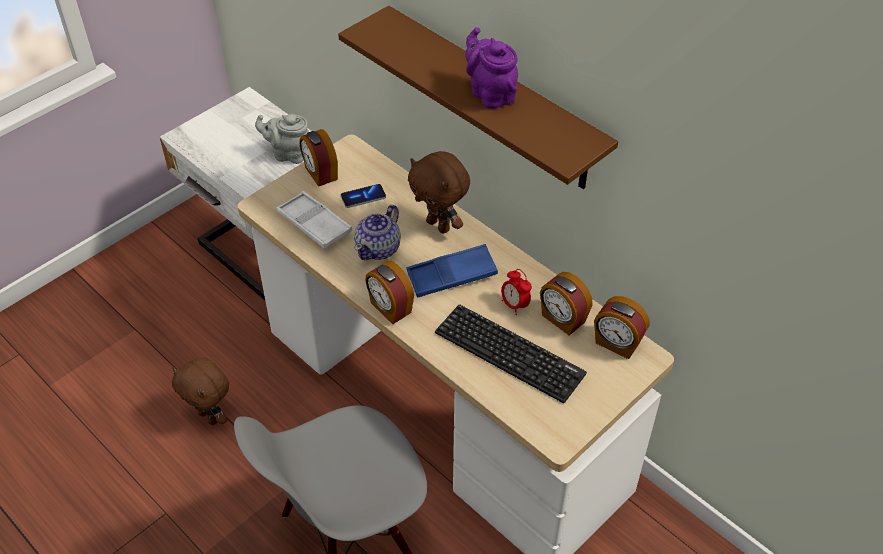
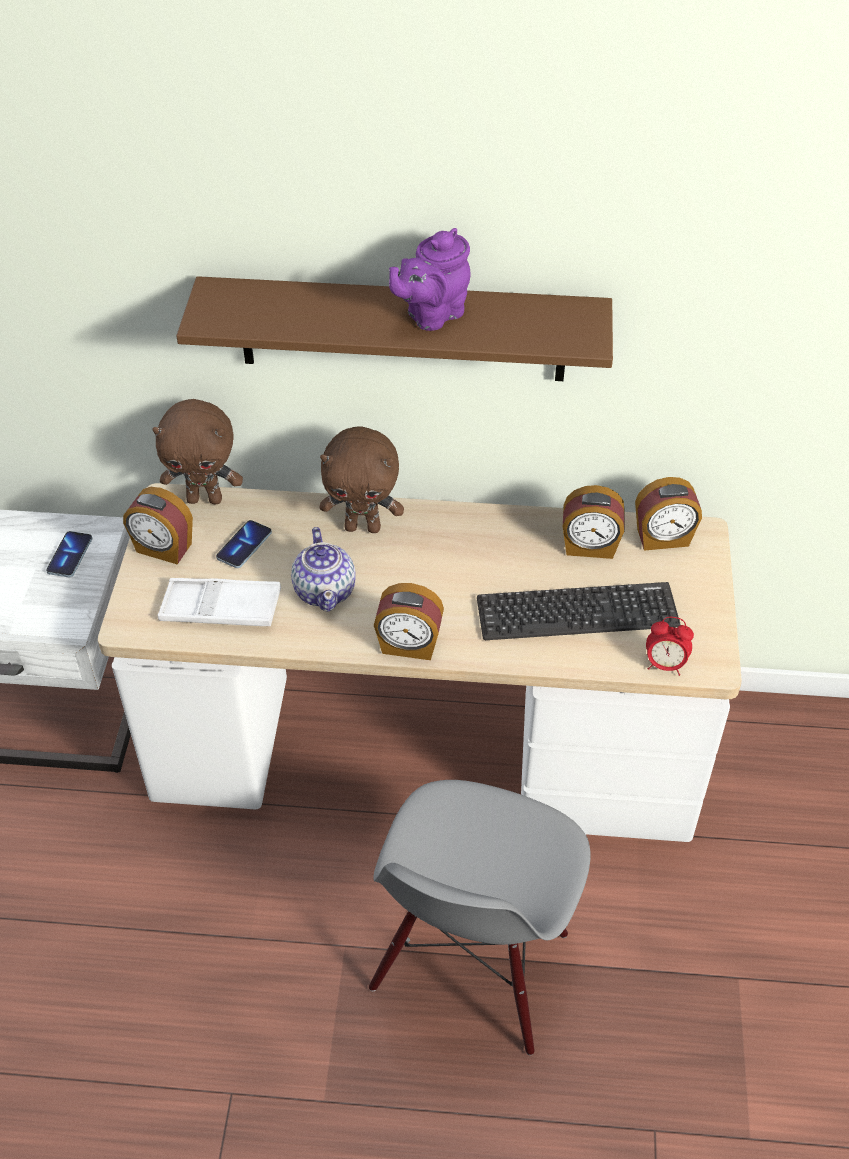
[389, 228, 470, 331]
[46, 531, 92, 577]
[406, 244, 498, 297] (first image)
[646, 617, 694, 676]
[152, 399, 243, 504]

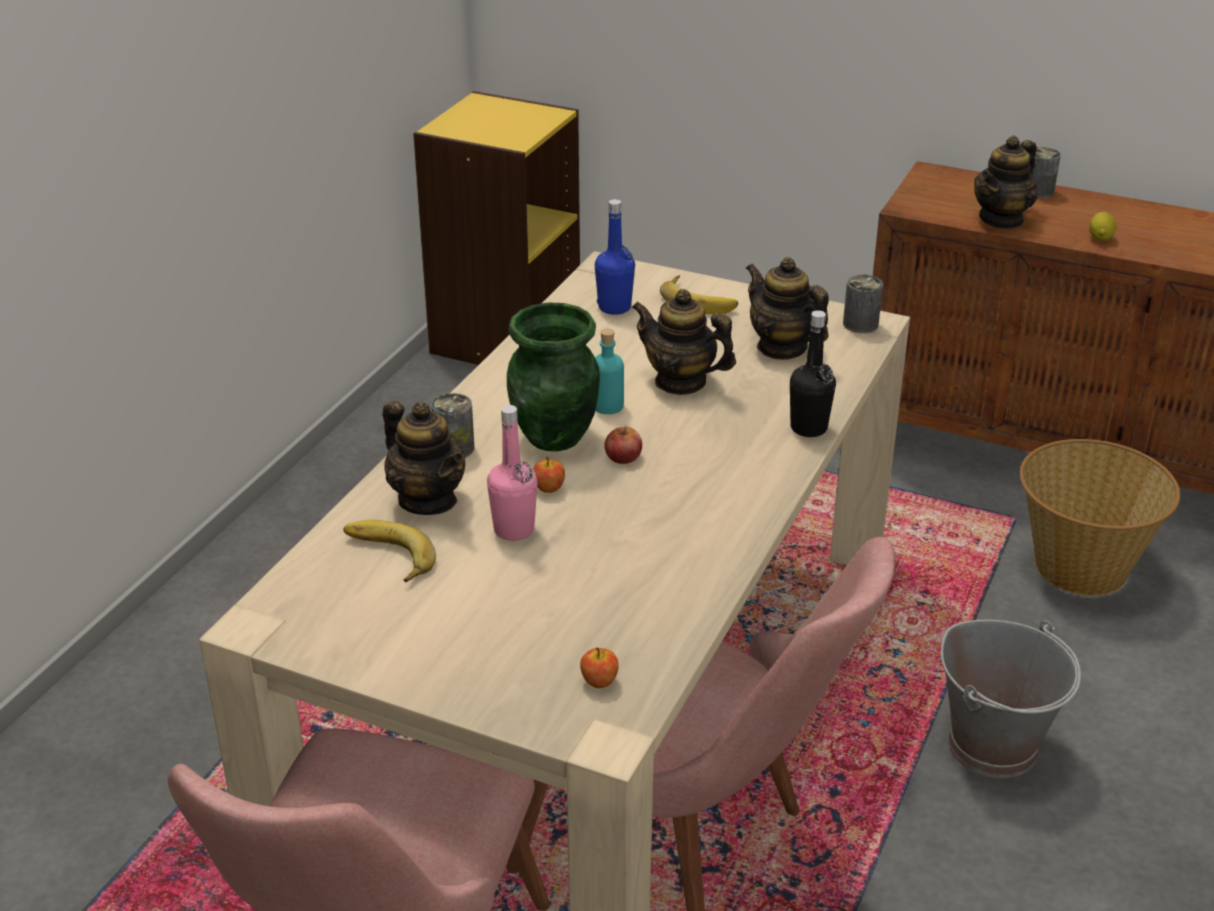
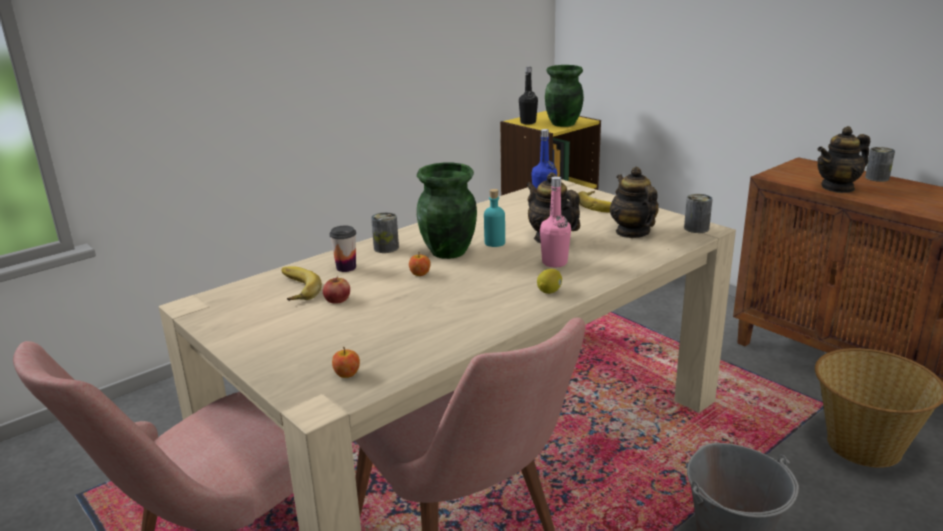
[537, 269, 562, 294]
[519, 67, 538, 124]
[329, 225, 356, 272]
[540, 176, 571, 267]
[323, 276, 350, 304]
[545, 65, 584, 127]

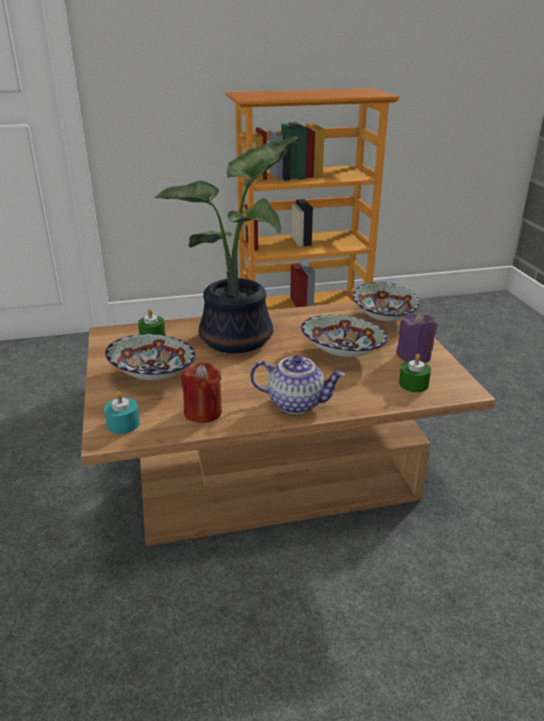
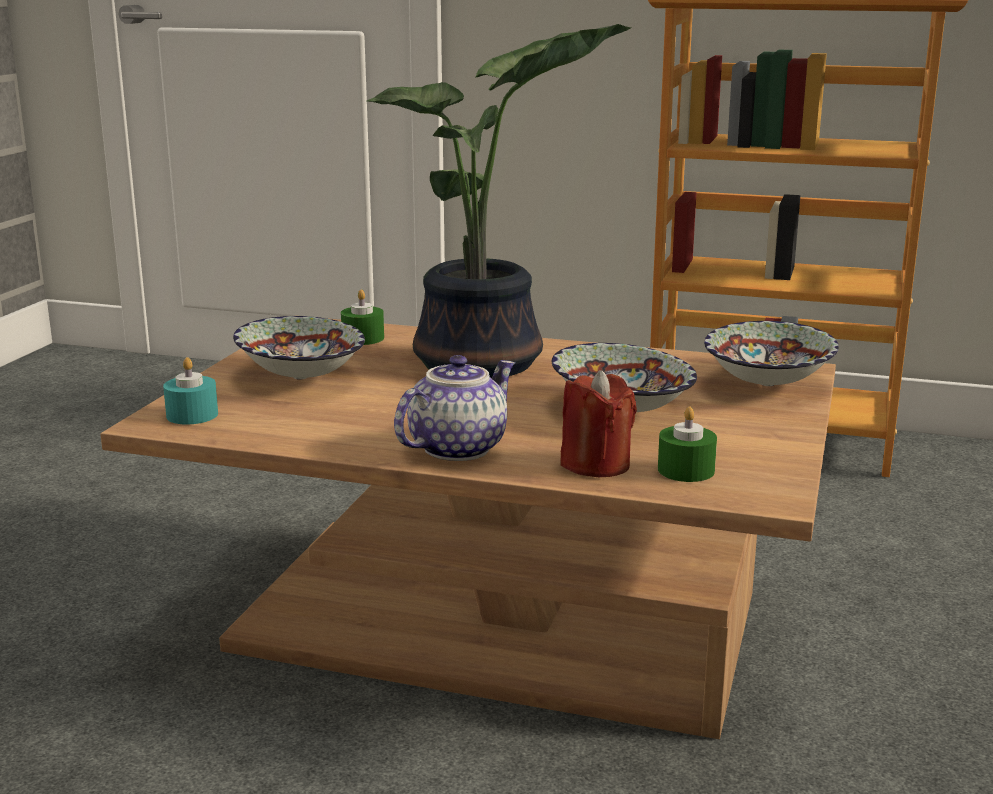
[396, 312, 437, 363] (first image)
[394, 355, 515, 461]
[560, 370, 637, 477]

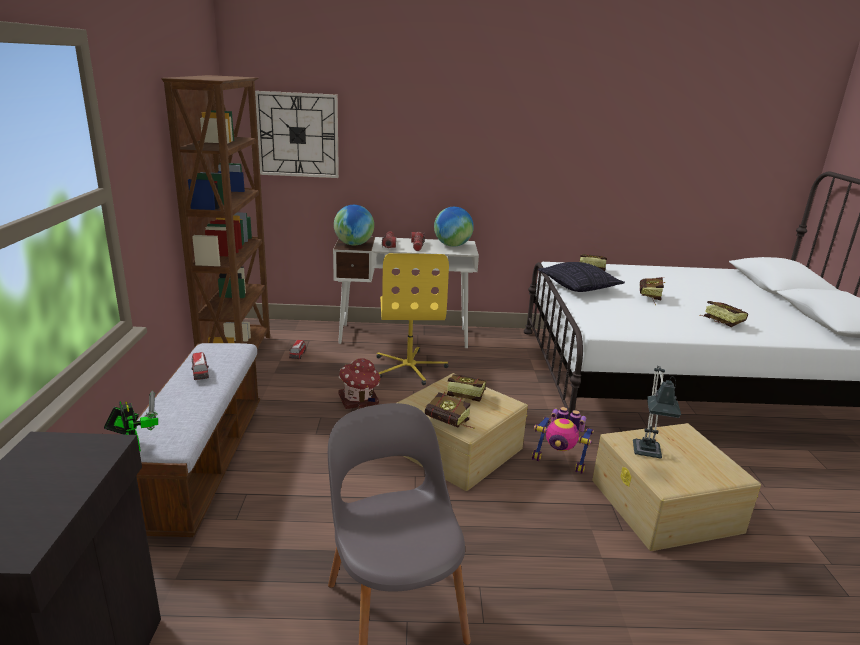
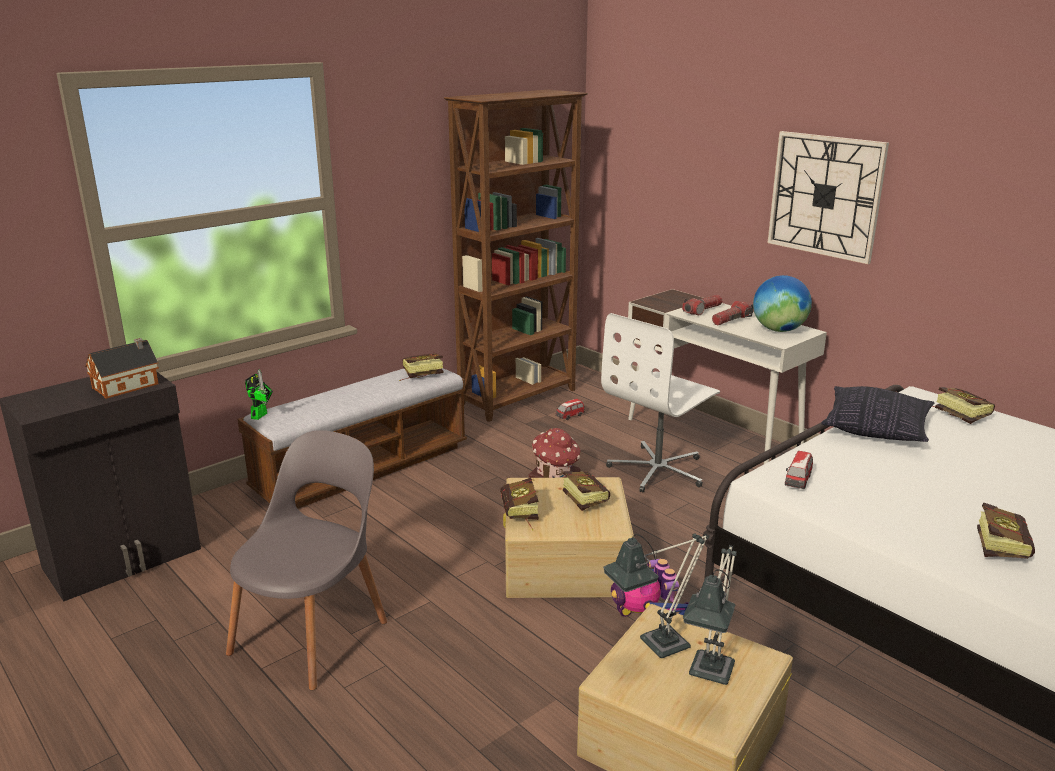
[768, 131, 889, 264]
[334, 205, 374, 245] (first image)
[601, 313, 720, 493]
[399, 354, 443, 381]
[785, 451, 813, 489]
[85, 338, 159, 399]
[683, 545, 737, 685]

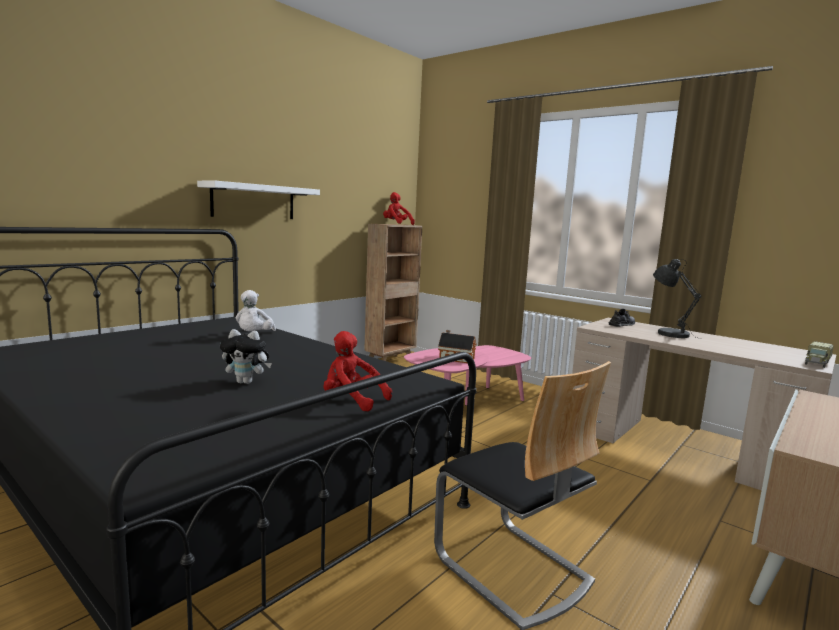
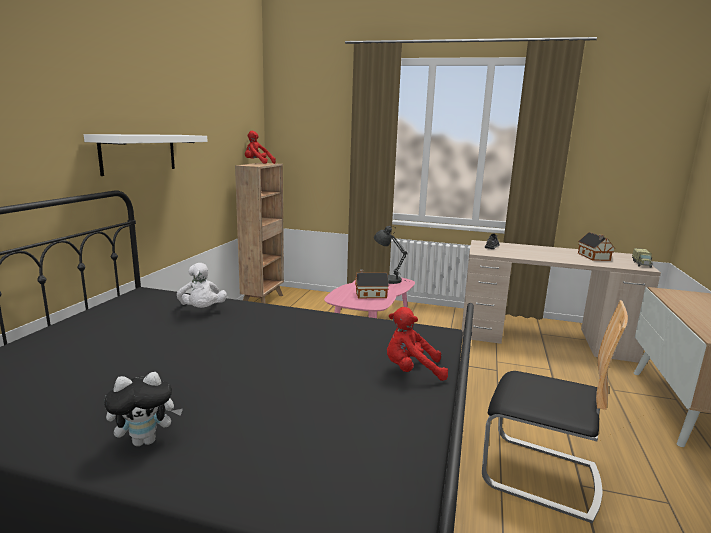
[374, 226, 409, 284]
[104, 372, 183, 446]
[578, 232, 615, 261]

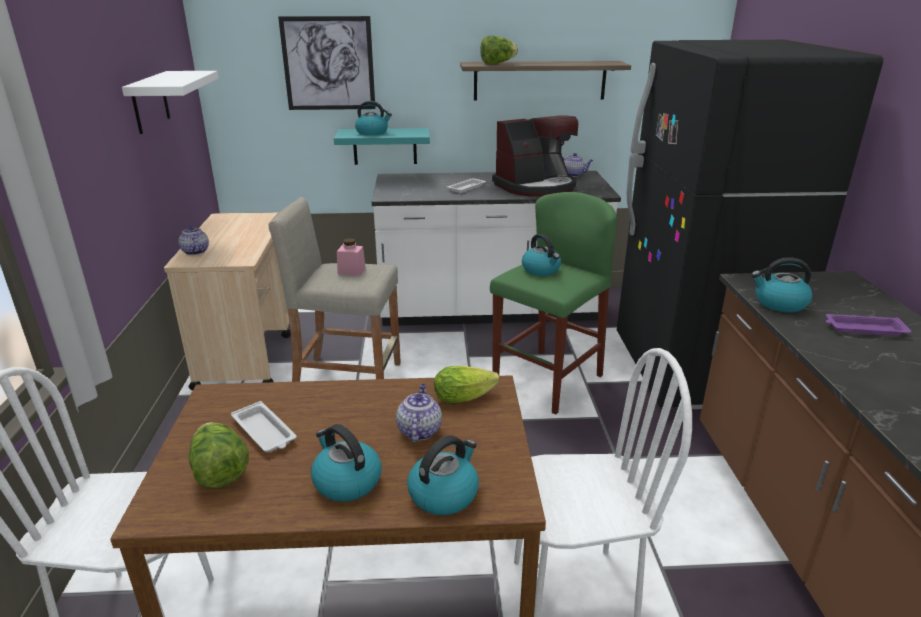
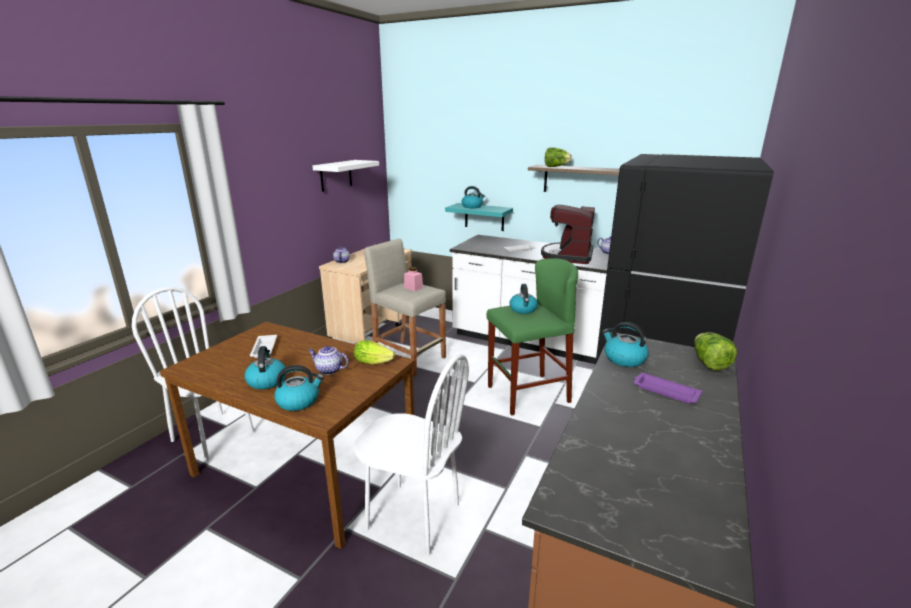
[278, 16, 376, 110] (first image)
[541, 205, 595, 264]
[308, 346, 349, 375]
[694, 332, 737, 371]

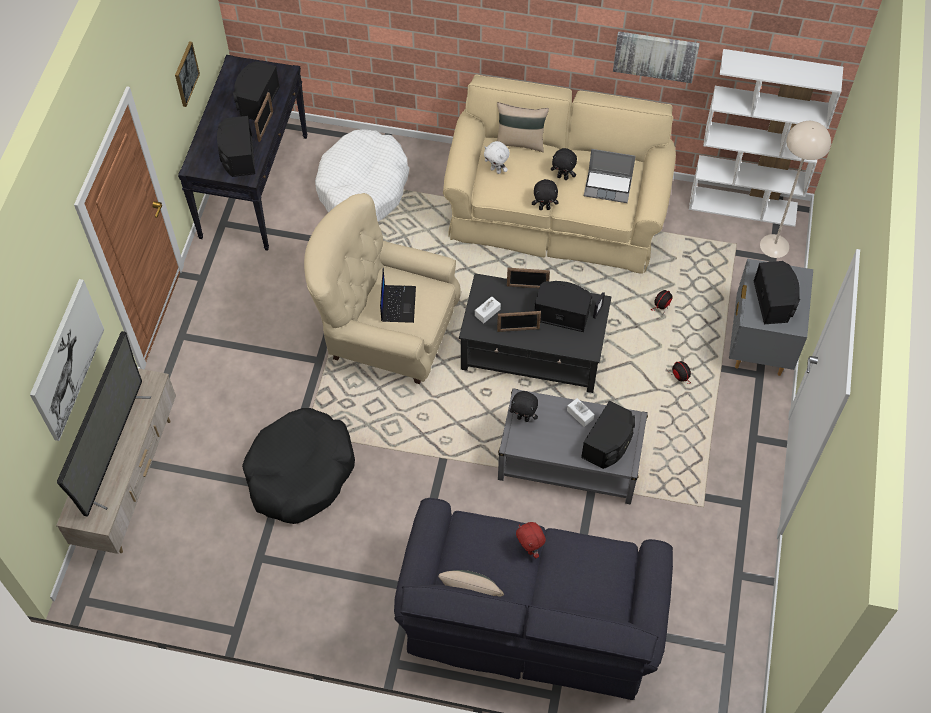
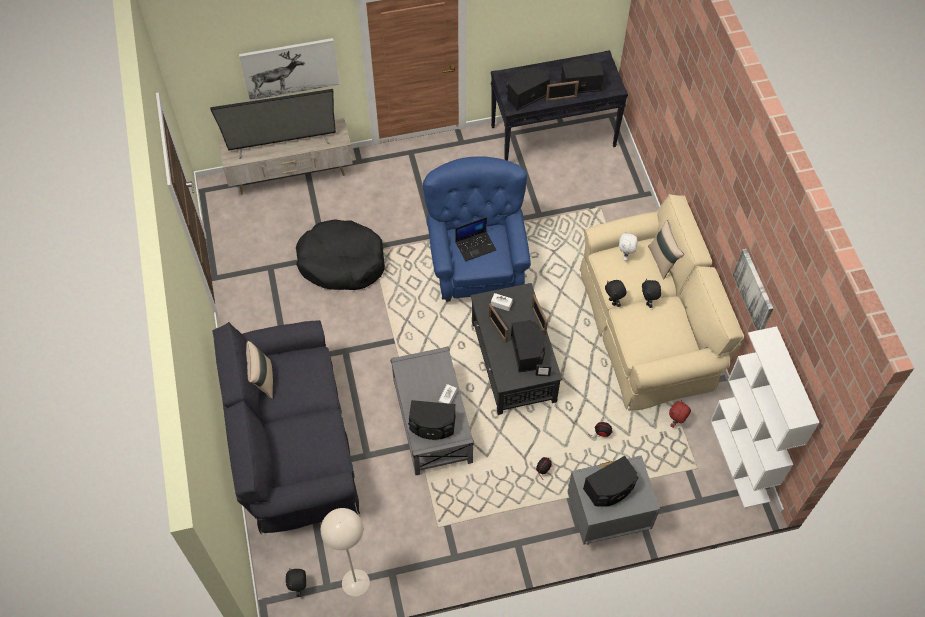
[175, 41, 200, 107] (first image)
[321, 508, 370, 597]
[315, 129, 409, 222] (first image)
[584, 149, 636, 203] (first image)
[423, 156, 531, 302]
[286, 568, 306, 597]
[669, 400, 691, 428]

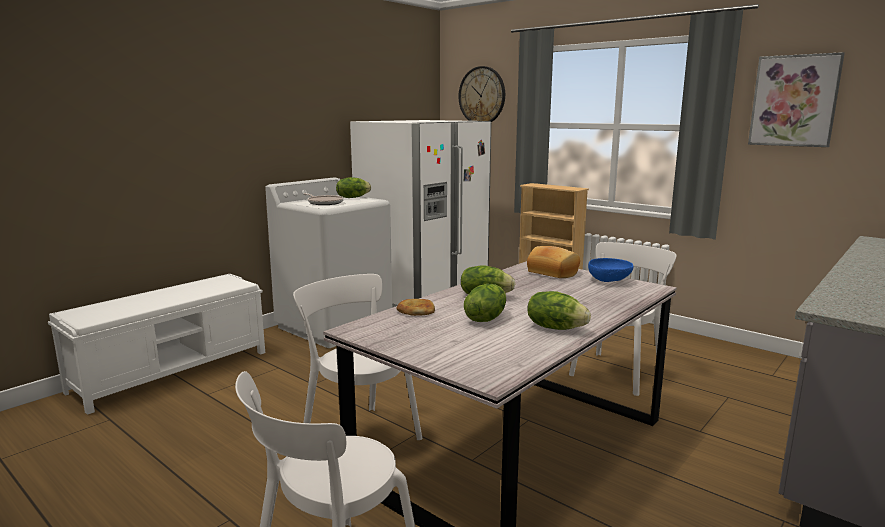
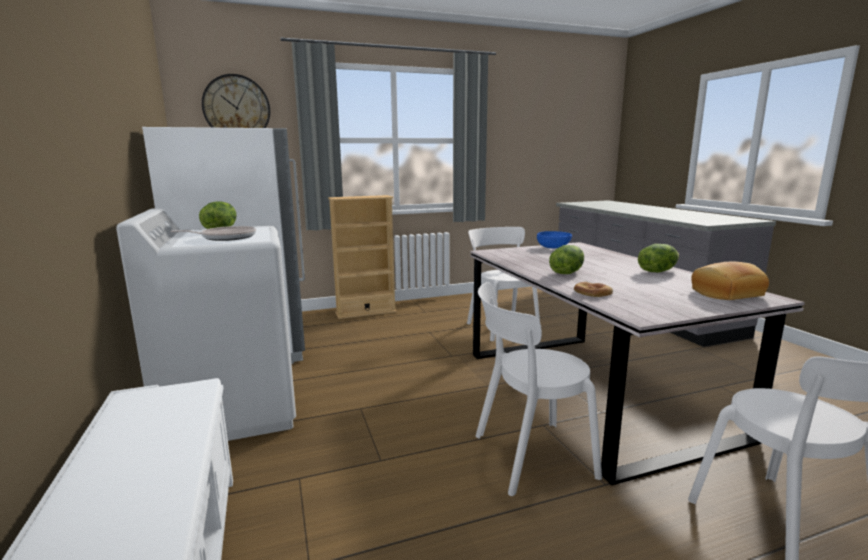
[748, 52, 845, 147] (first image)
[691, 262, 769, 300]
[464, 284, 506, 322] (first image)

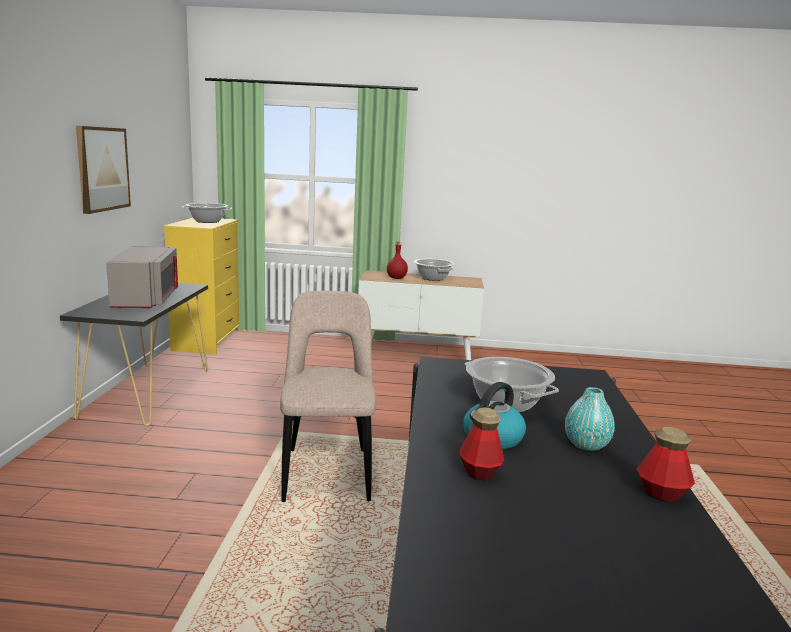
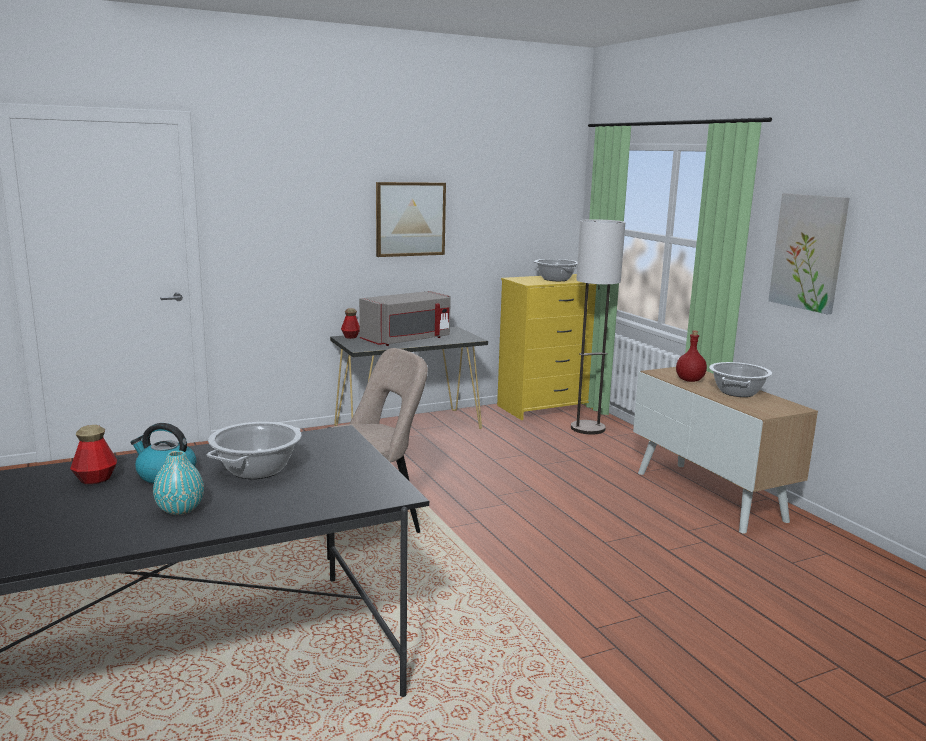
[341, 308, 360, 339]
[768, 193, 850, 314]
[571, 219, 625, 435]

